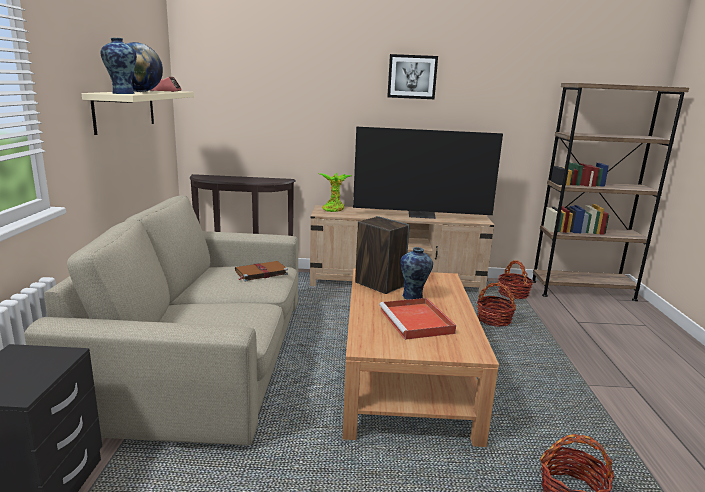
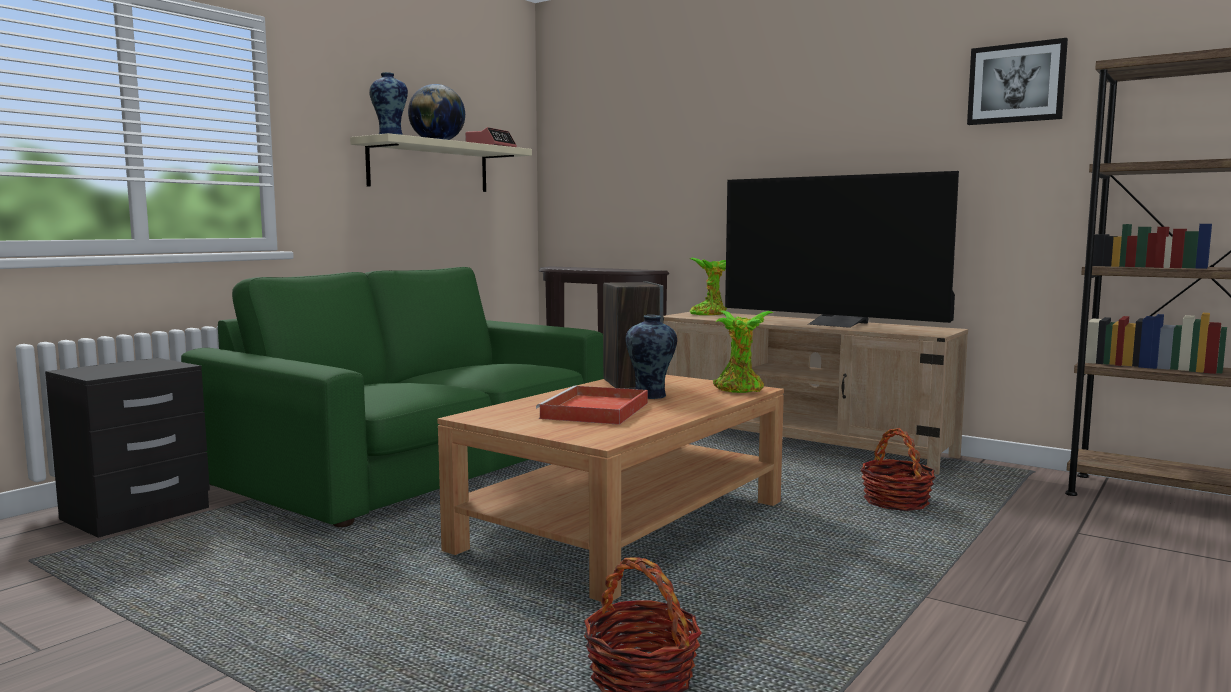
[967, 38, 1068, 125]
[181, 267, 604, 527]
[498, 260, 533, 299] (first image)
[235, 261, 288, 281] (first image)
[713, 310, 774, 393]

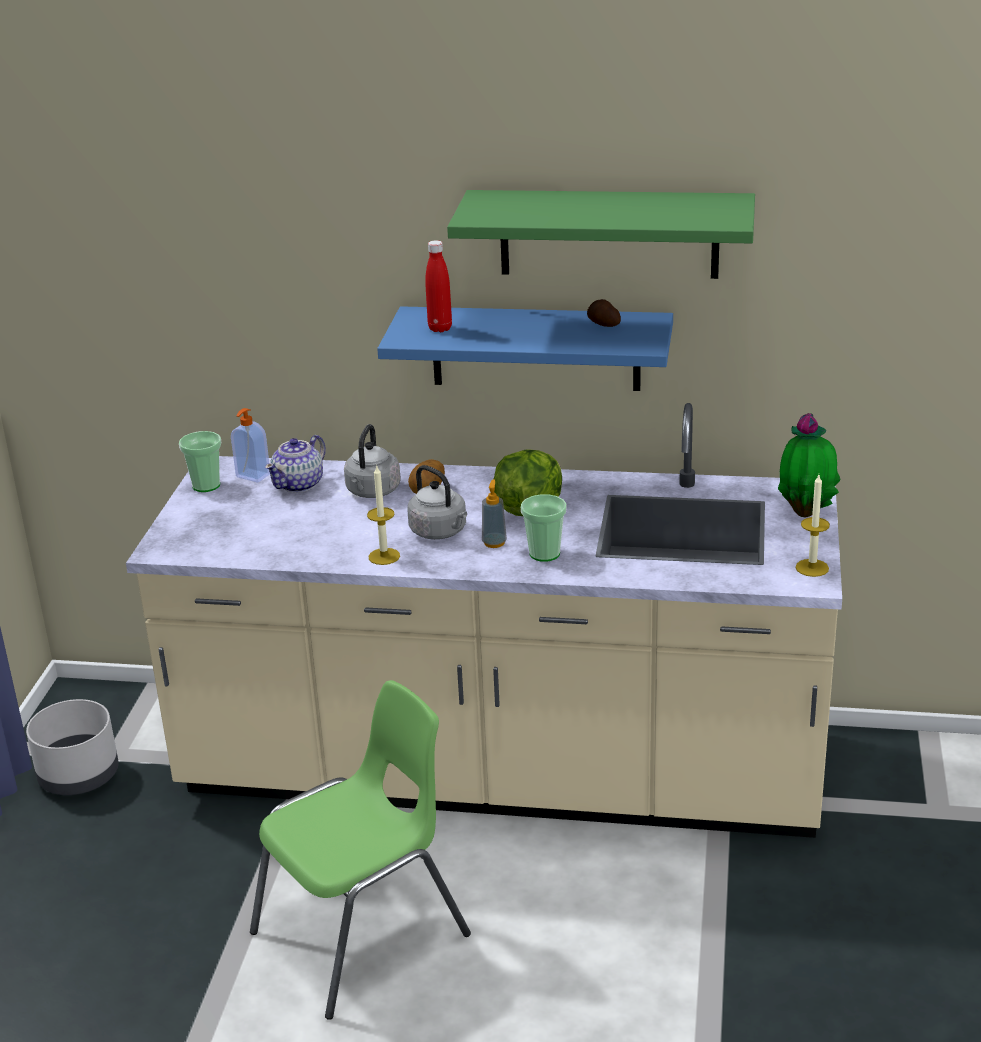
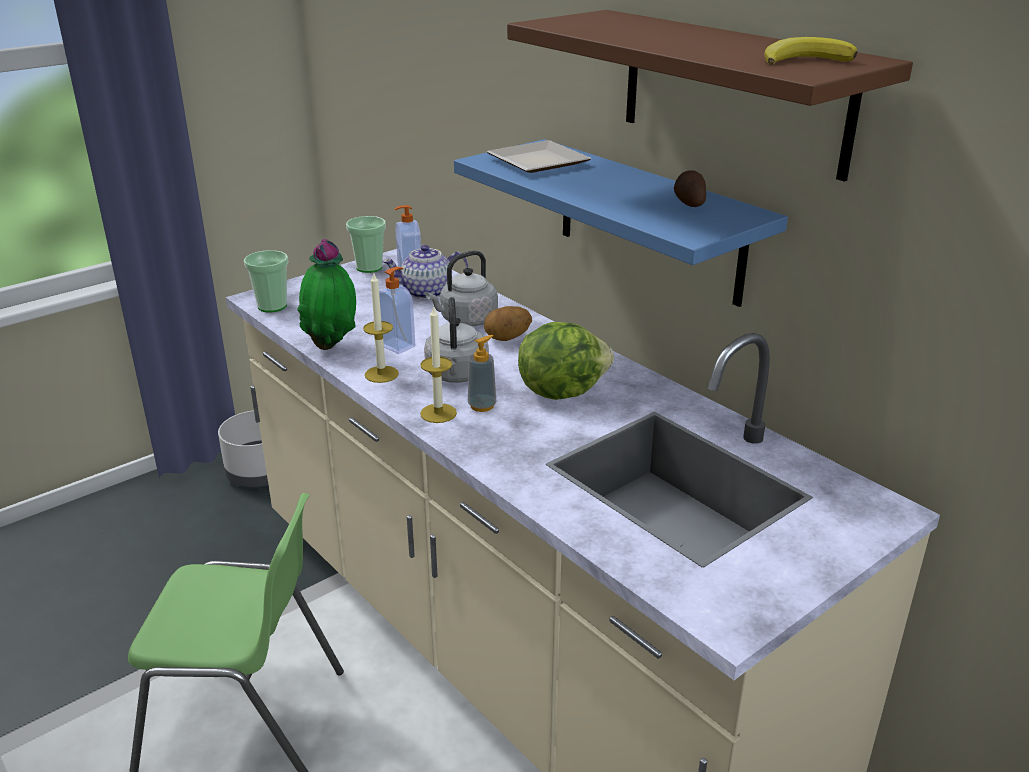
[507, 10, 913, 182]
[487, 140, 591, 173]
[297, 239, 356, 350]
[420, 307, 457, 423]
[244, 250, 288, 312]
[764, 37, 858, 65]
[379, 267, 415, 354]

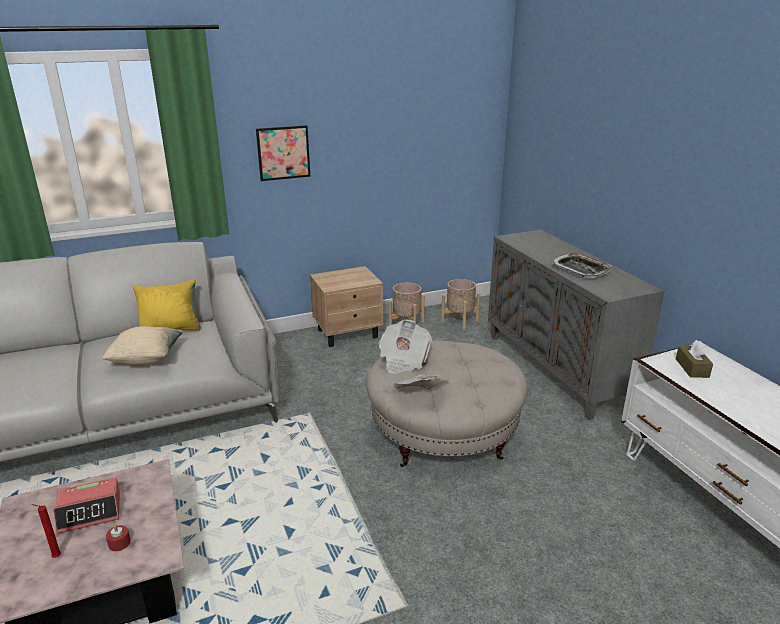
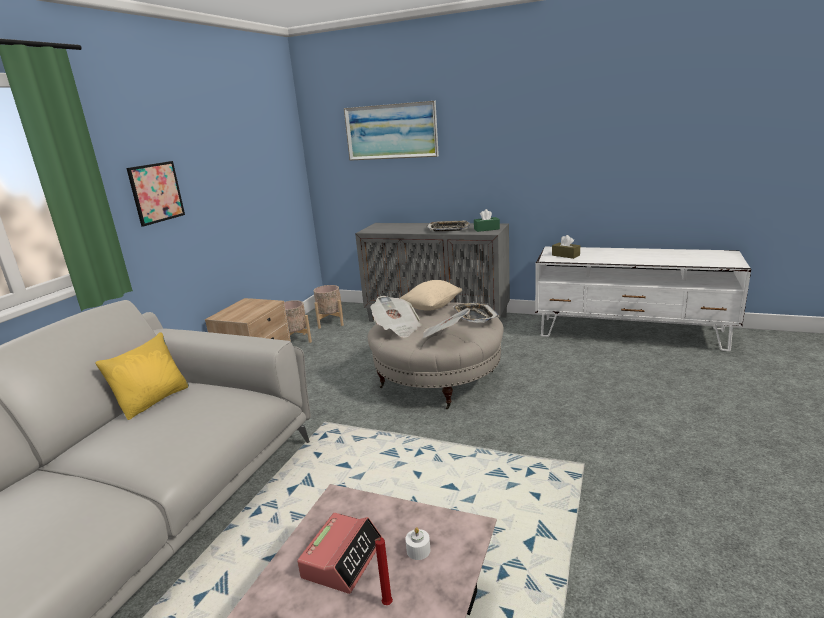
[400, 280, 463, 311]
[405, 527, 430, 560]
[344, 101, 439, 161]
[474, 209, 500, 232]
[453, 303, 499, 323]

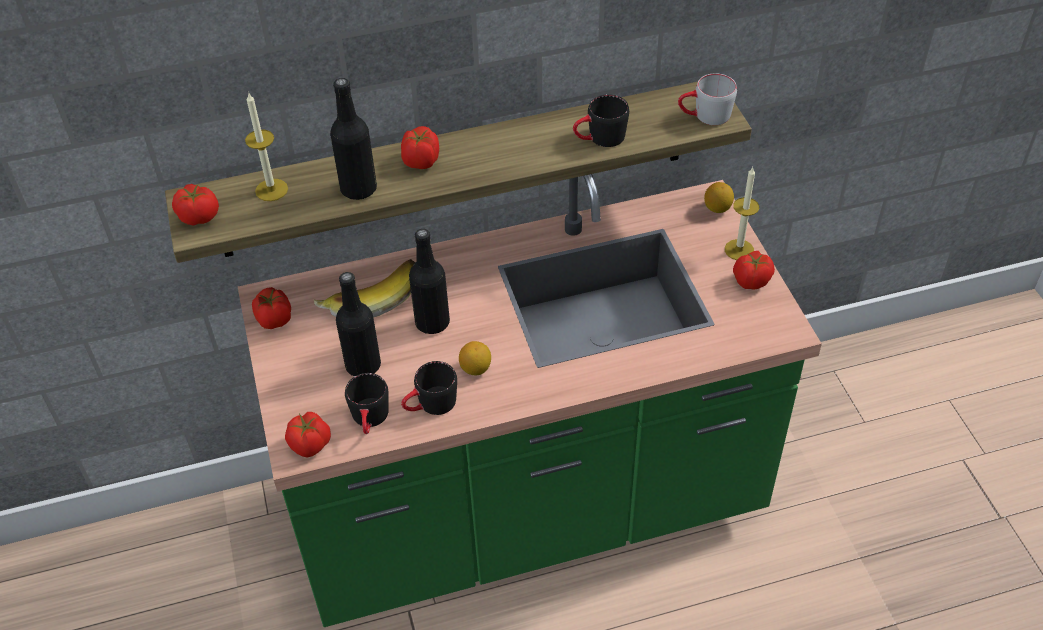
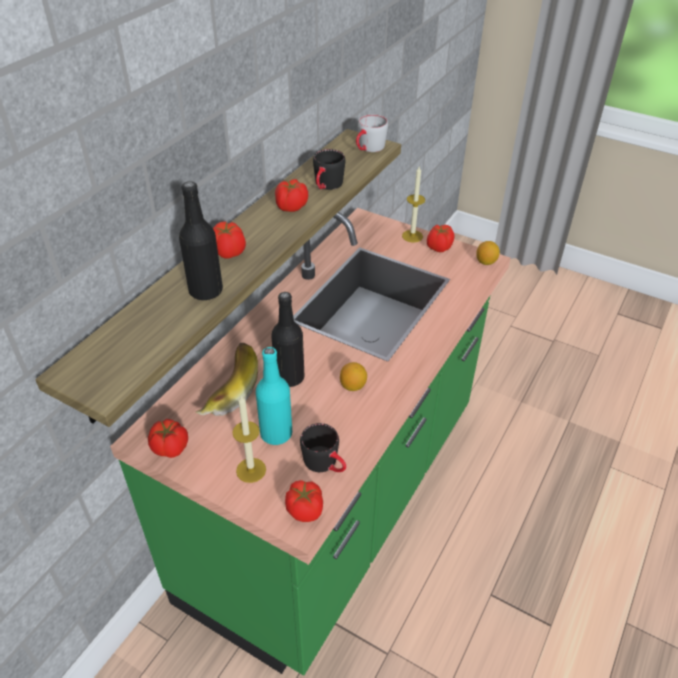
[232, 396, 266, 483]
[476, 241, 500, 265]
[275, 179, 308, 212]
[256, 347, 292, 445]
[401, 361, 457, 415] (first image)

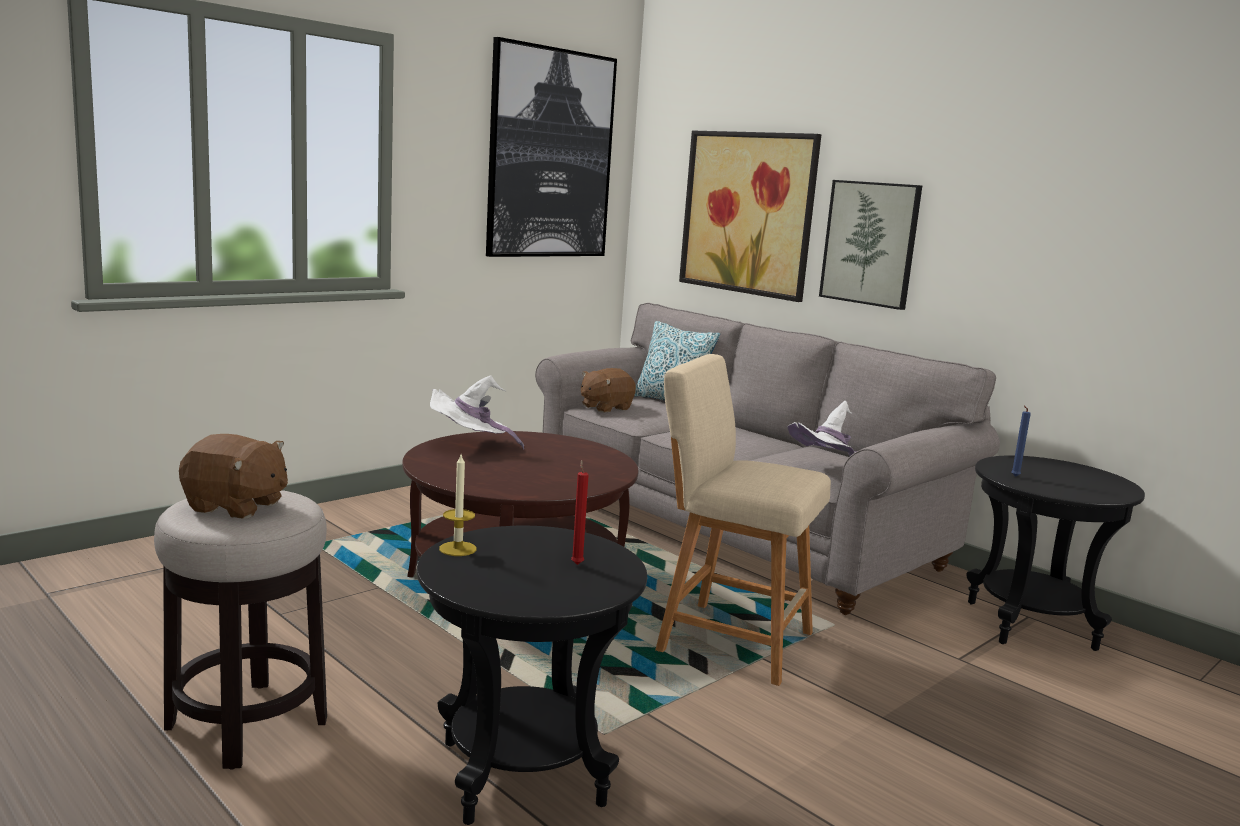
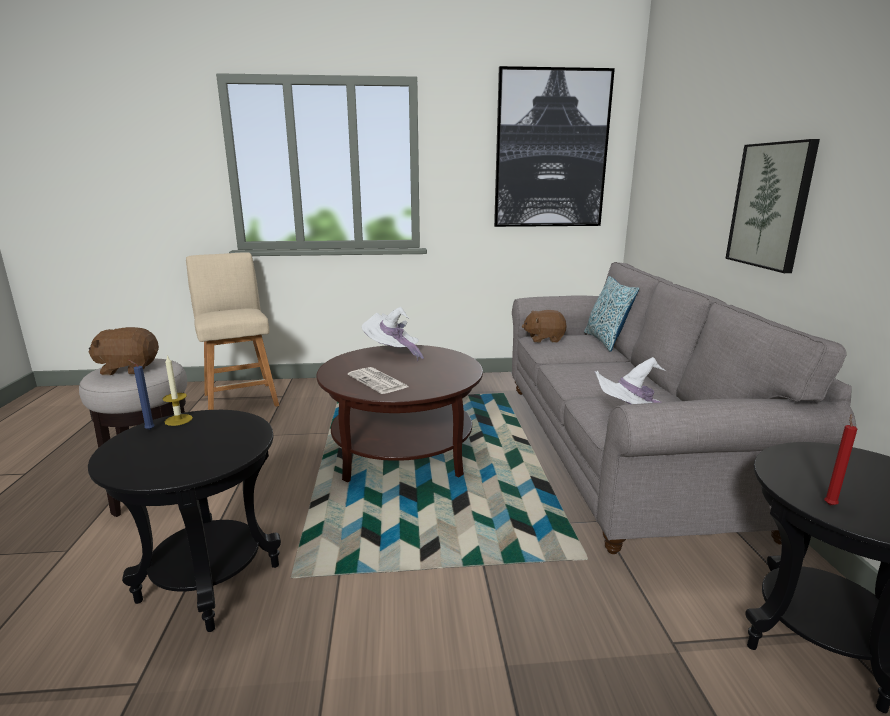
[679, 130, 821, 302] (first image)
[186, 252, 279, 410]
[129, 360, 155, 430]
[89, 327, 159, 375]
[824, 414, 858, 506]
[348, 367, 409, 394]

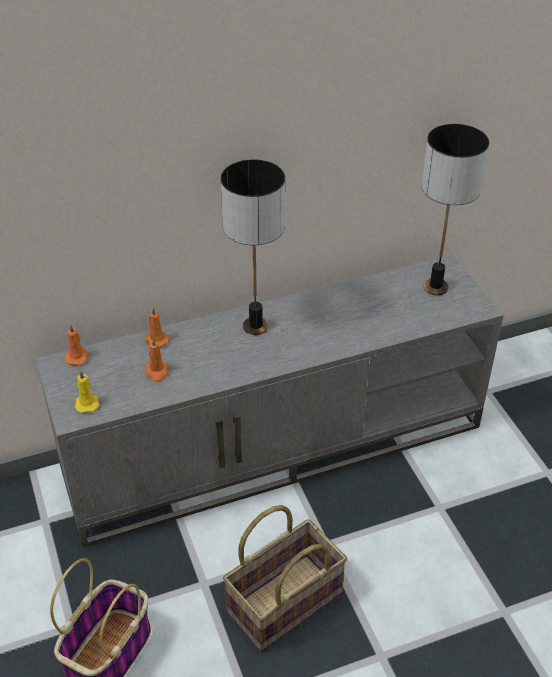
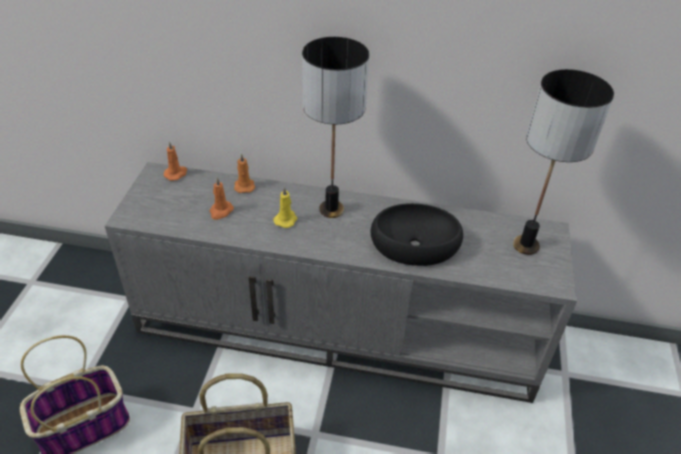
[273, 187, 297, 228]
[371, 203, 463, 266]

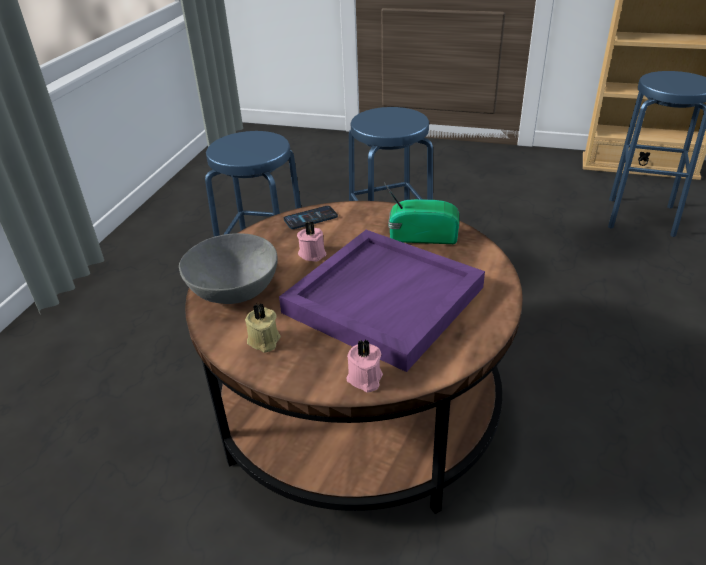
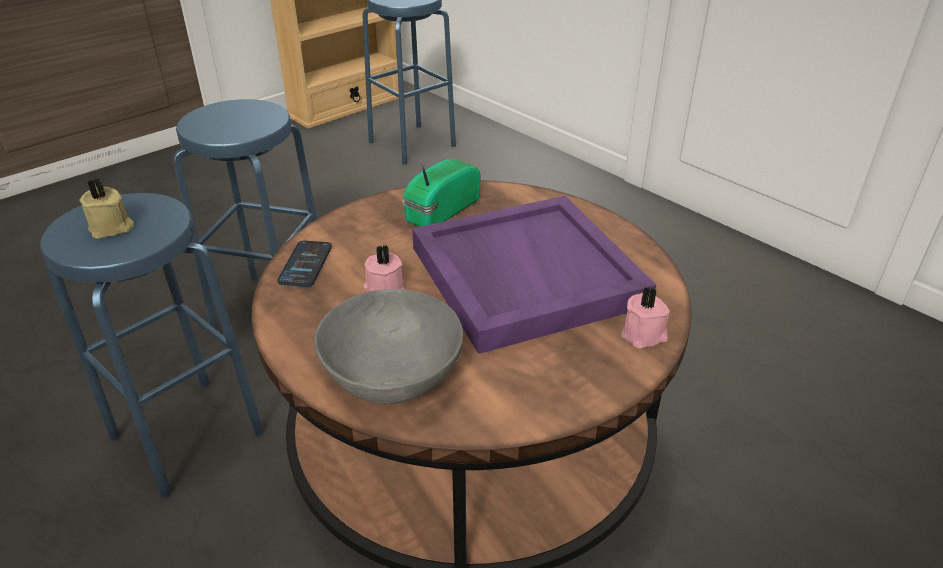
[79, 178, 134, 239]

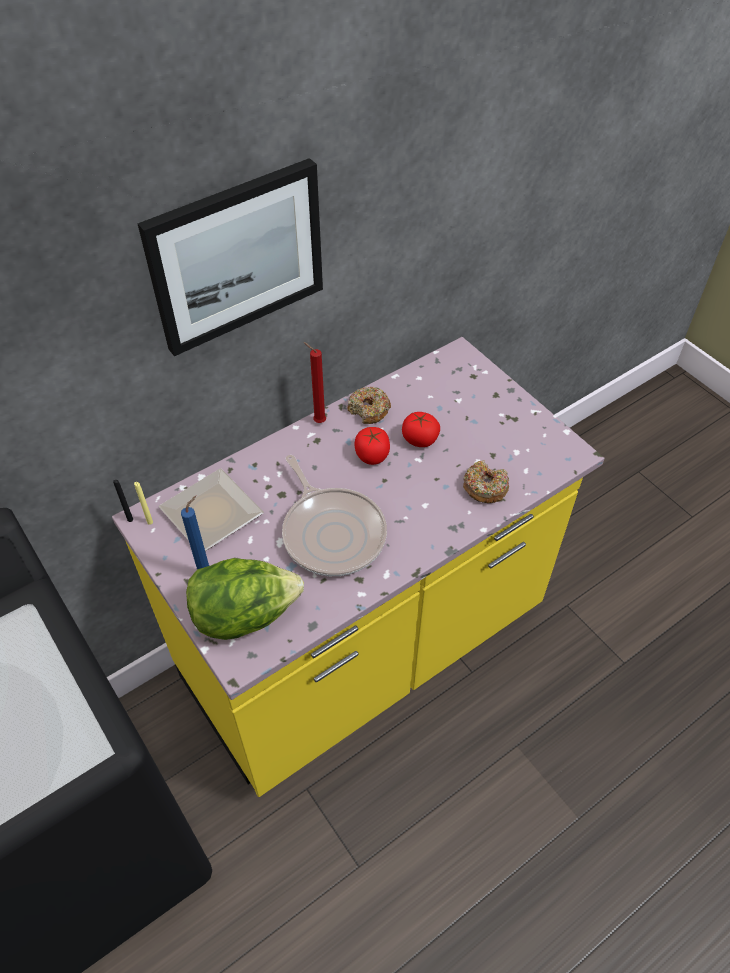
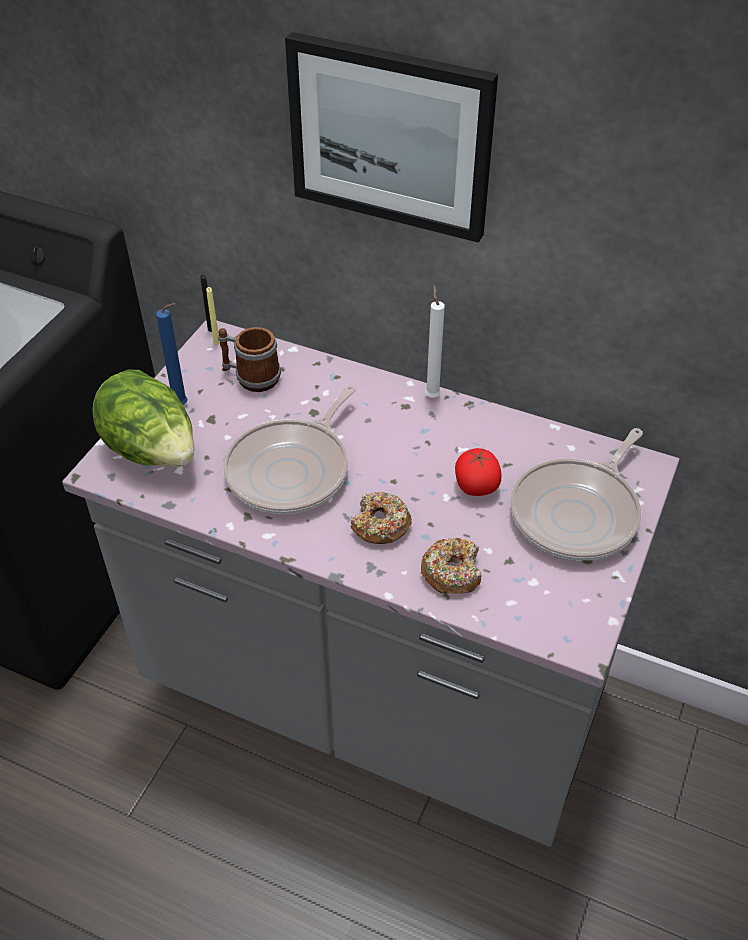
[62, 320, 679, 847]
[425, 286, 445, 398]
[350, 492, 412, 544]
[354, 427, 390, 465] (first image)
[218, 327, 281, 392]
[510, 428, 643, 560]

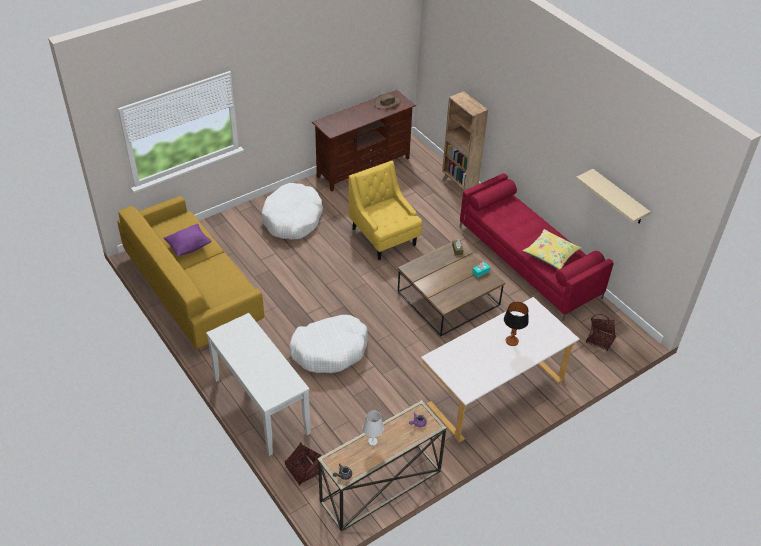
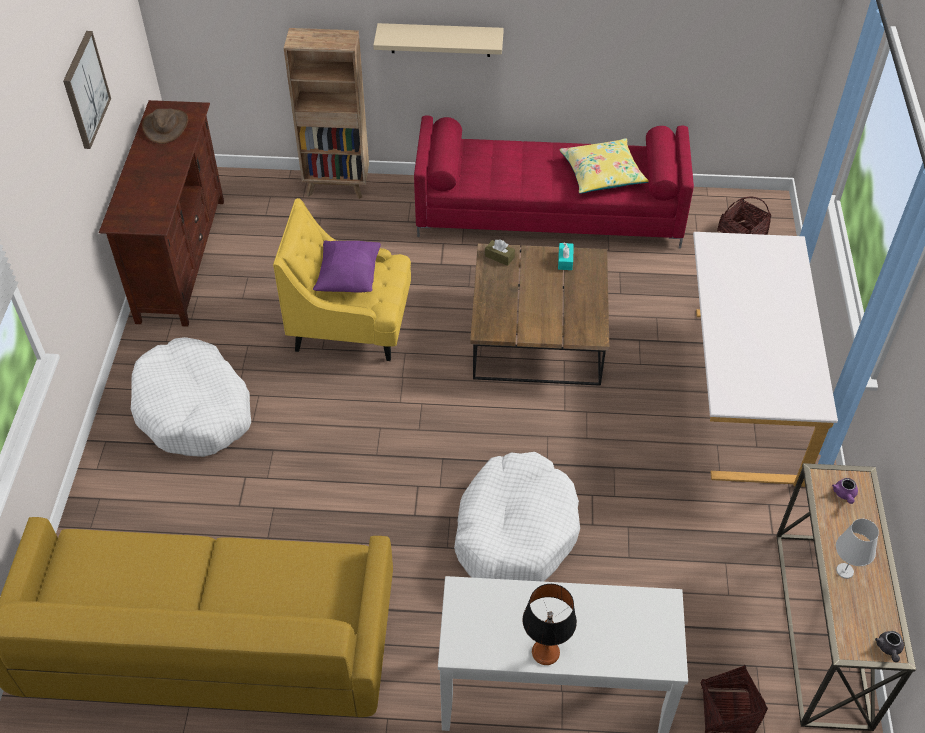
[373, 23, 504, 57]
[313, 240, 381, 293]
[522, 584, 577, 665]
[63, 31, 111, 149]

